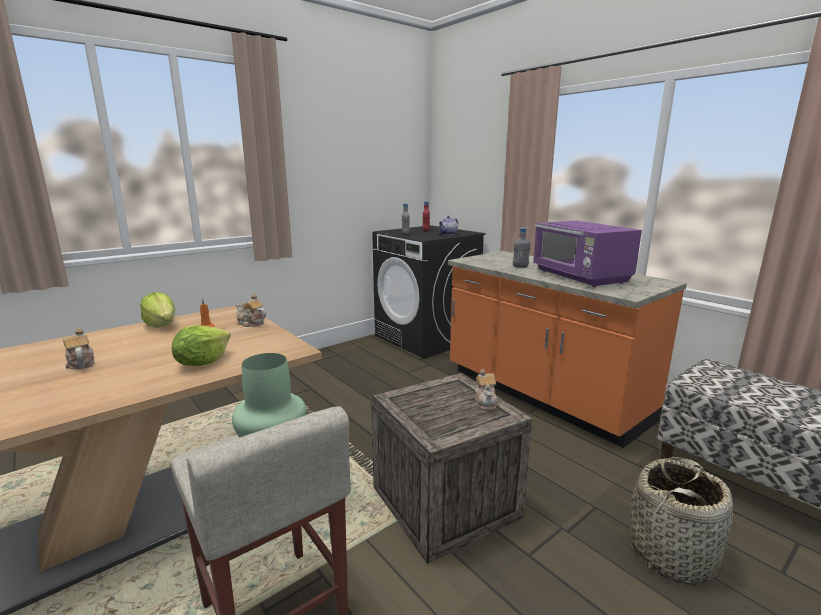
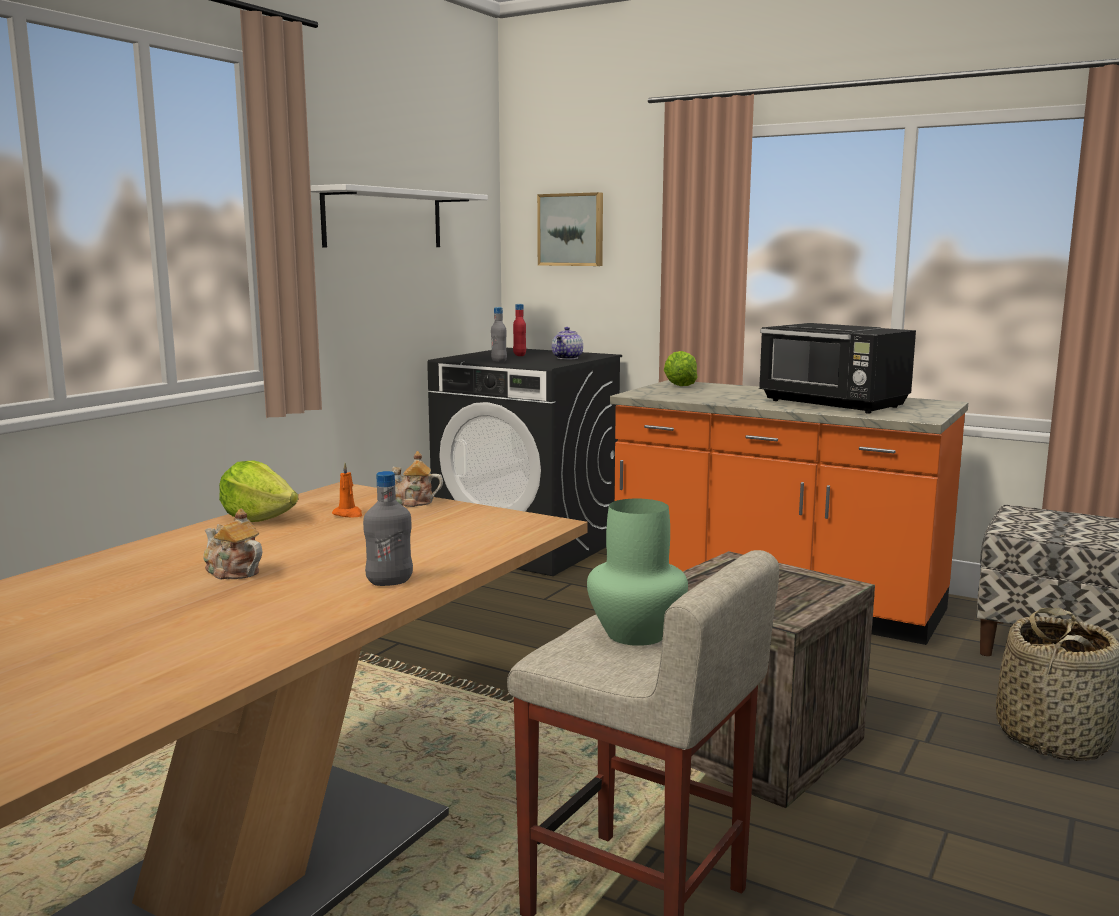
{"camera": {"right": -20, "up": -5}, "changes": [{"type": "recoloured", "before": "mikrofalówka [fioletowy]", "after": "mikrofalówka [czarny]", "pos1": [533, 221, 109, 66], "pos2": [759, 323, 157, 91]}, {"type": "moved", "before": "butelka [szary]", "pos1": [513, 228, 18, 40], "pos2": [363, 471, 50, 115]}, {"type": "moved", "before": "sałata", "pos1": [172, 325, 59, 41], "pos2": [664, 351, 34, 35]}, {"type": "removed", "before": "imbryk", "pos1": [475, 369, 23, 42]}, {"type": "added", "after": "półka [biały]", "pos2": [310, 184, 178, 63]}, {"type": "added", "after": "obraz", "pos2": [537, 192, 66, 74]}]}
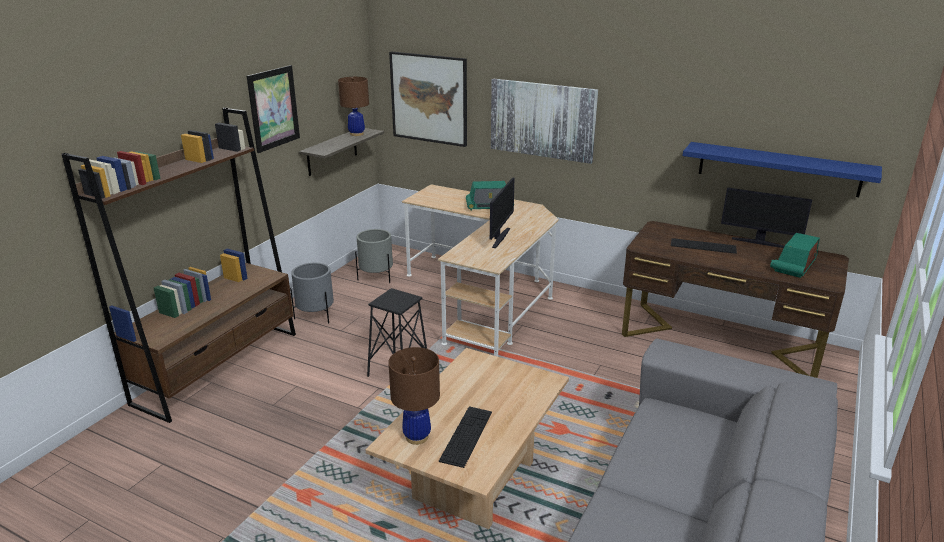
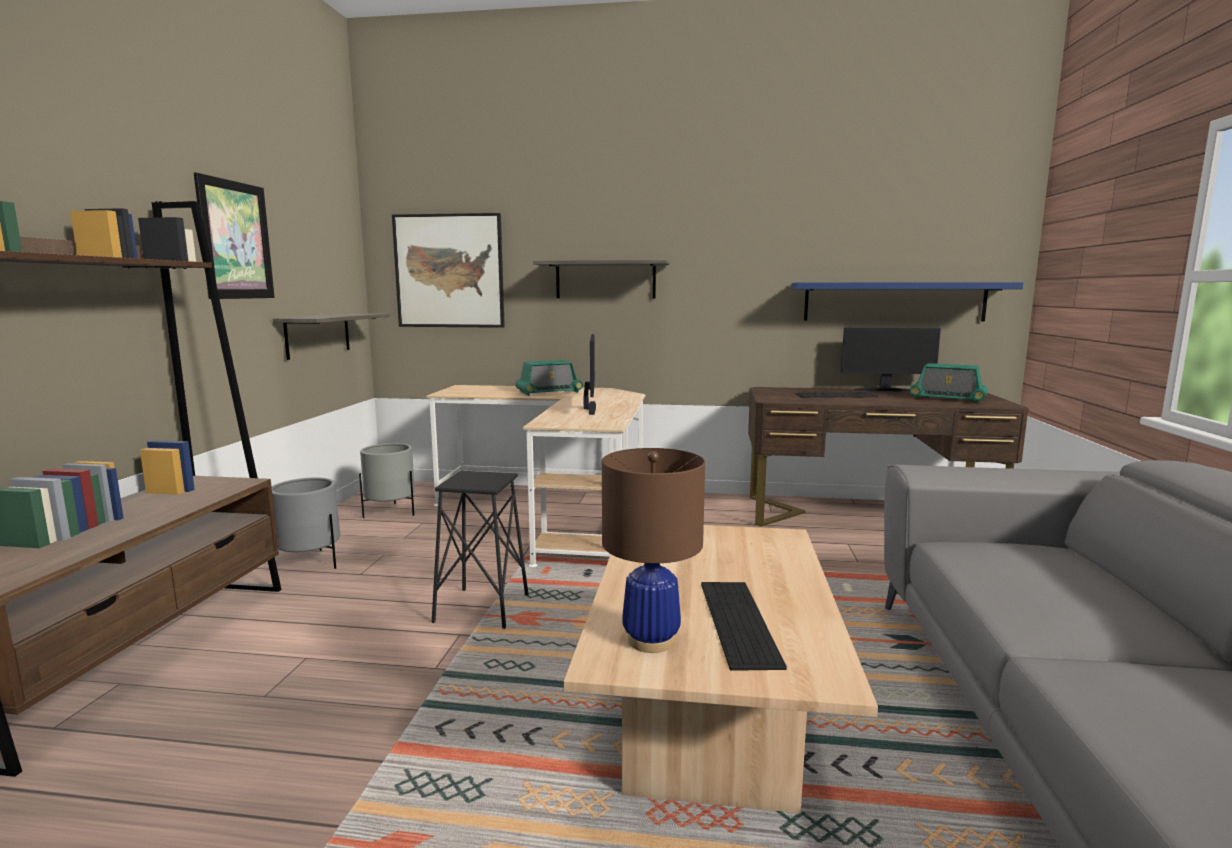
{"camera": {"right": -20, "up": -15}, "changes": [{"type": "removed", "before": "lampa stołowa [brązowy]", "pos1": [338, 77, 31, 59]}, {"type": "replaced", "before": "obraz", "after": "półka", "pos1": [491, 79, 107, 85], "pos2": [533, 260, 136, 38]}, {"type": "turned", "before": "radio", "pos1": [770, 233, 50, 45], "pos2": [910, 363, 78, 40], "turn": -75}]}
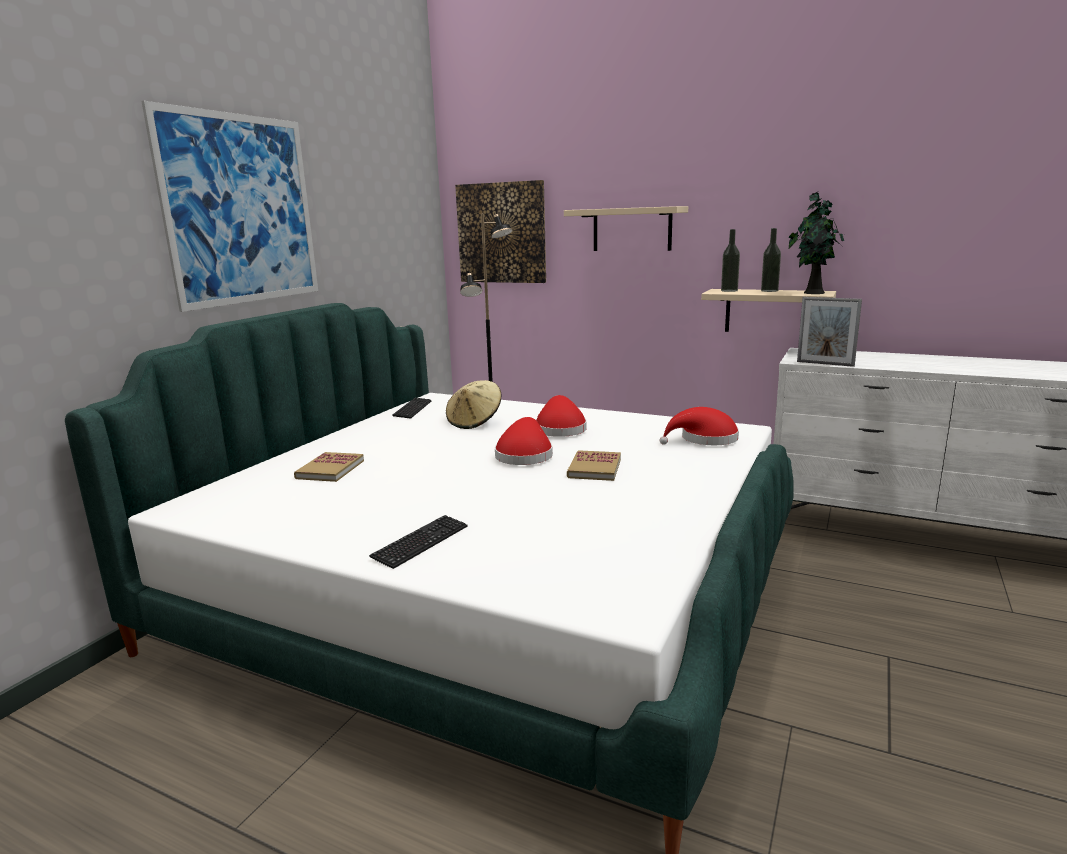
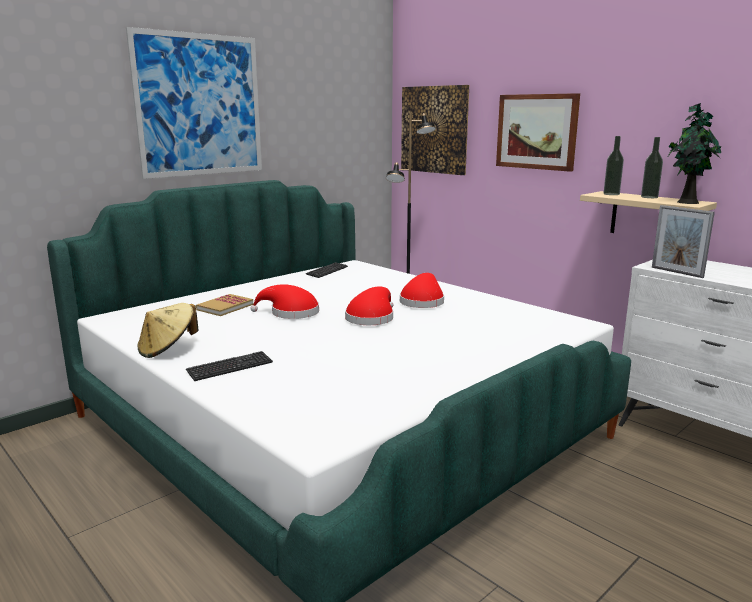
{"camera": {"right": 20, "up": 0}, "changes": [{"type": "replaced", "before": "półka [beżowy]", "after": "obraz", "pos1": [564, 206, 124, 45], "pos2": [496, 93, 84, 79]}, {"type": "moved", "before": "kapelusz [beżowy]", "pos1": [446, 380, 56, 49], "pos2": [138, 303, 61, 55]}, {"type": "moved", "before": "kapelusz [czerwony]", "pos1": [660, 407, 79, 38], "pos2": [251, 284, 68, 35]}, {"type": "removed", "before": "książka", "pos1": [567, 450, 54, 31]}]}
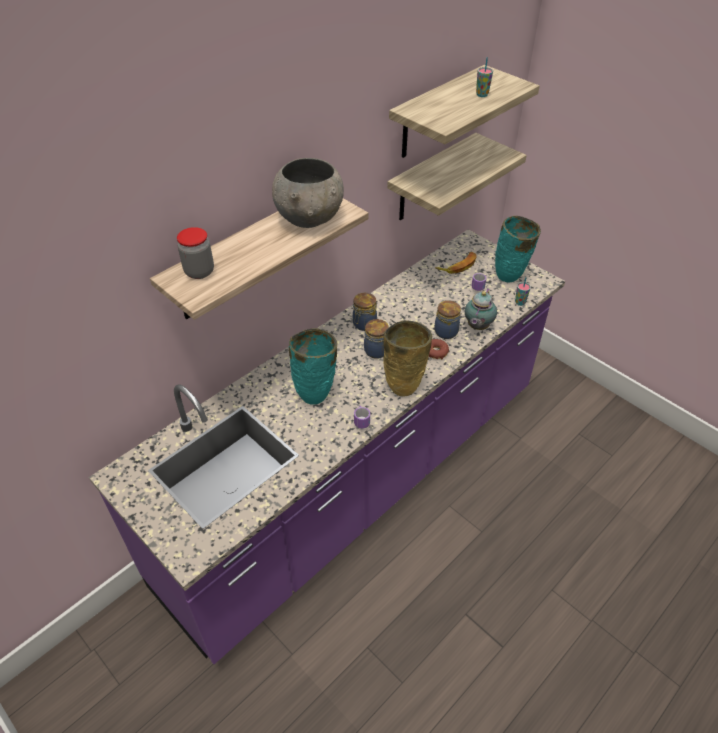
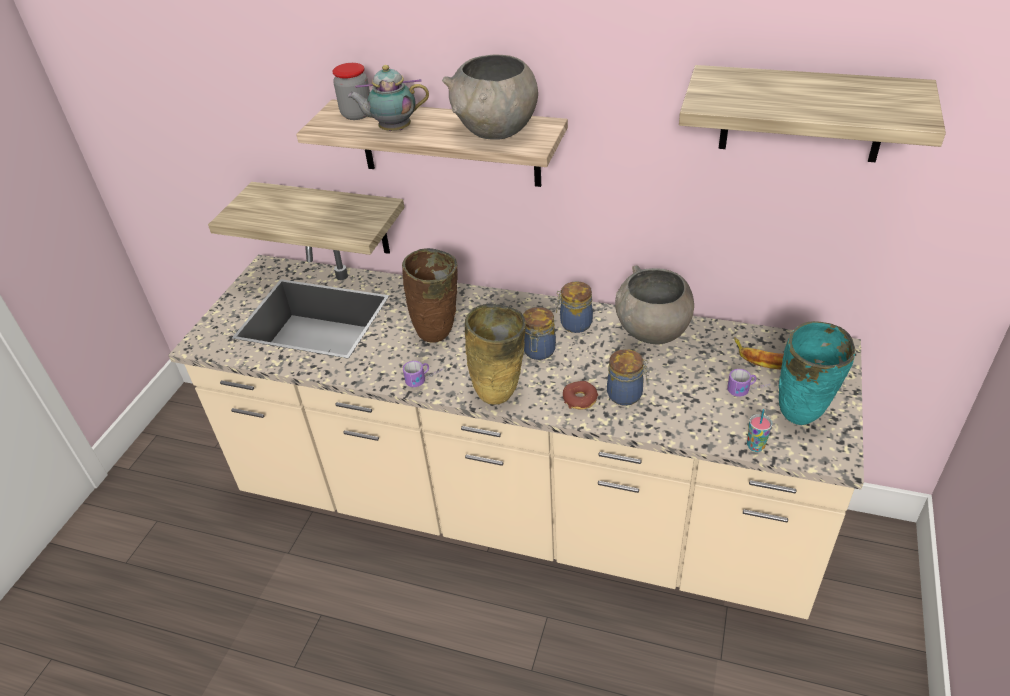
{"camera": {"right": 65, "up": -5}, "changes": [{"type": "removed", "before": "filiżanka", "pos1": [476, 57, 17, 40]}, {"type": "moved", "before": "półka", "pos1": [387, 133, 140, 87], "pos2": [208, 182, 196, 73]}, {"type": "recoloured", "before": "zabudowa kuchenna [fioletowy]", "after": "zabudowa kuchenna [beżowy]", "pos1": [89, 229, 476, 435], "pos2": [168, 246, 696, 373]}, {"type": "moved", "before": "imbryk", "pos1": [465, 288, 32, 42], "pos2": [347, 65, 82, 66]}, {"type": "recoloured", "before": "wazon [turkusowy]", "after": "wazon [brązowy]", "pos1": [289, 328, 48, 77], "pos2": [402, 248, 56, 95]}, {"type": "added", "after": "miska [szary]", "pos2": [615, 265, 79, 79]}]}
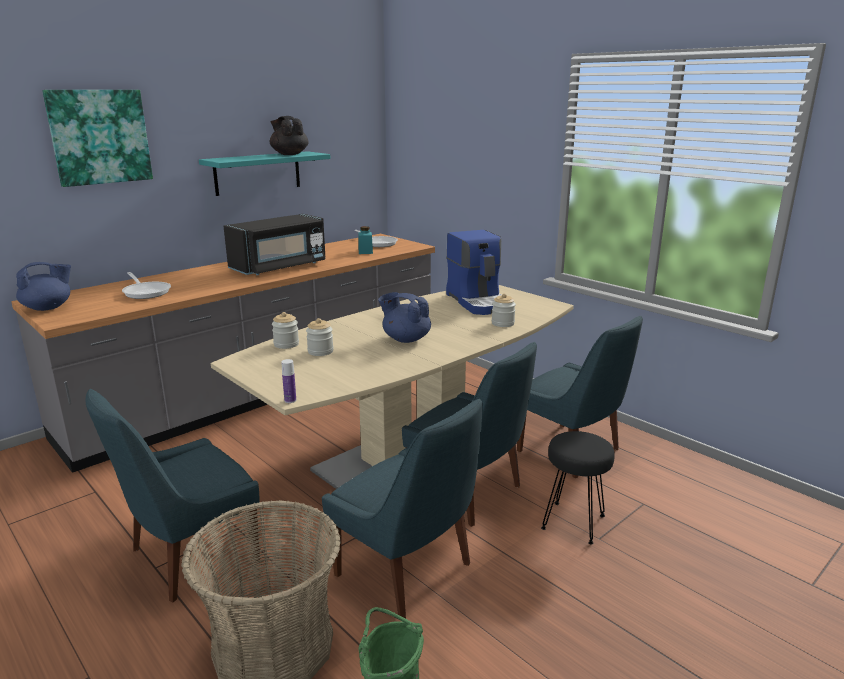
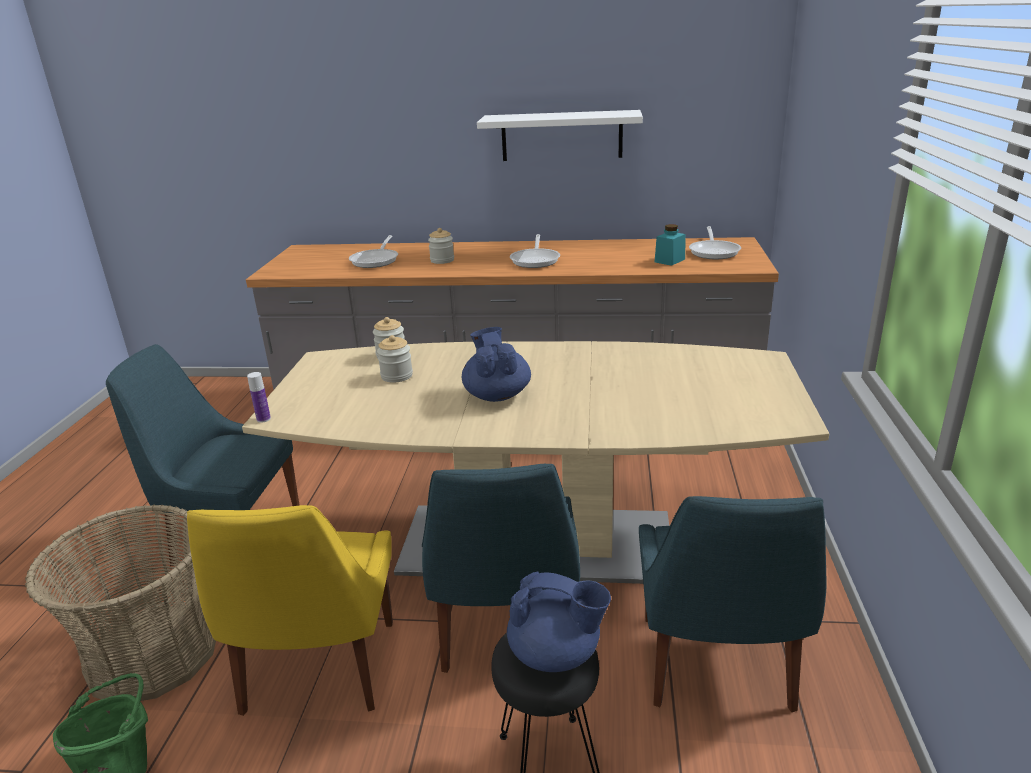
{"camera": {"right": 50, "up": 5}, "changes": [{"type": "removed", "before": "obraz", "pos1": [42, 90, 111, 97]}, {"type": "removed", "before": "imbryk [czarny]", "pos1": [270, 116, 39, 39]}, {"type": "recoloured", "before": "półka [turkusowy]", "after": "półka [biały]", "pos1": [199, 151, 132, 45], "pos2": [477, 110, 166, 51]}, {"type": "replaced", "before": "mikrofalówka [czarny]", "after": "patelnia", "pos1": [224, 214, 102, 61], "pos2": [510, 234, 50, 34]}, {"type": "removed", "before": "ekspres do kawy", "pos1": [446, 230, 55, 85]}, {"type": "moved", "before": "imbryk [niebieski]", "pos1": [16, 262, 55, 49], "pos2": [507, 571, 104, 101]}, {"type": "moved", "before": "słoik", "pos1": [492, 293, 24, 34], "pos2": [428, 228, 26, 36]}, {"type": "recoloured", "before": "krzesło [niebieski]", "after": "krzesło [żółty]", "pos1": [322, 399, 161, 220], "pos2": [187, 505, 206, 211]}]}
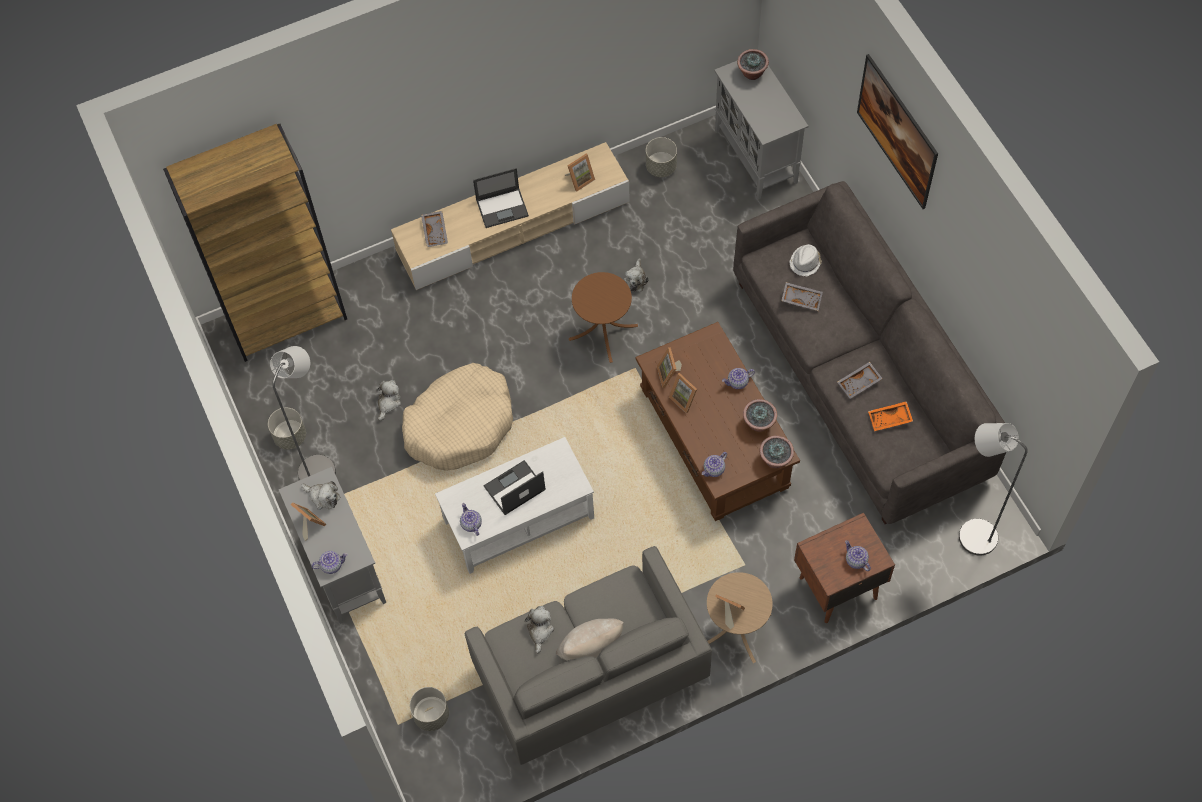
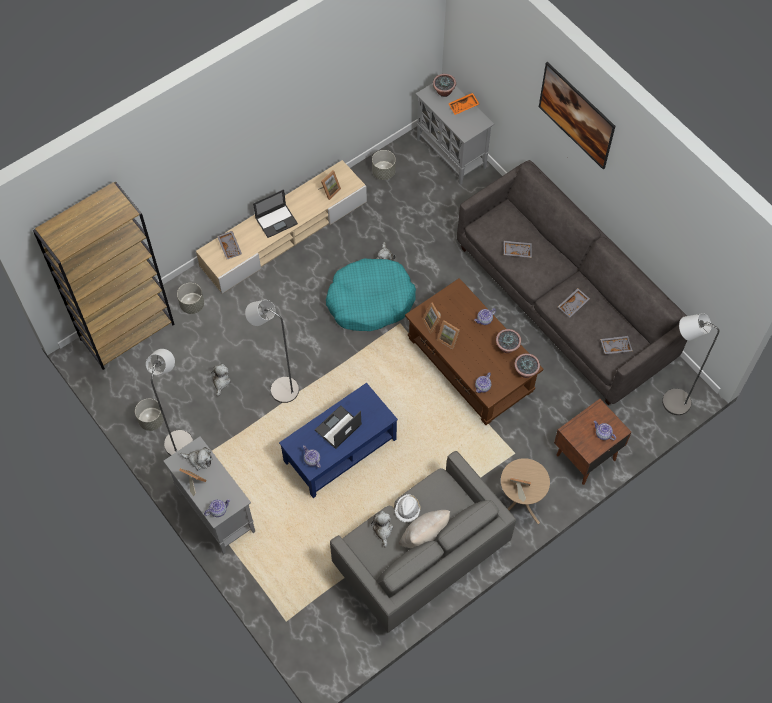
{"camera": {"right": -15, "up": 0}, "changes": [{"type": "moved", "before": "kapelusz [biały]", "pos1": [789, 244, 33, 32], "pos2": [395, 494, 26, 28]}, {"type": "replaced", "before": "stolik [brązowy]", "after": "legowisko [turkusowy]", "pos1": [569, 272, 69, 91], "pos2": [326, 258, 90, 73]}, {"type": "replaced", "before": "legowisko [beżowy]", "after": "lampa stojąca [szary]", "pos1": [402, 363, 111, 108], "pos2": [245, 300, 54, 103]}, {"type": "moved", "before": "taca [pomarańczowy]", "pos1": [868, 401, 45, 30], "pos2": [448, 93, 31, 22]}, {"type": "recoloured", "before": "ława [biały]", "after": "ława [niebieski]", "pos1": [435, 437, 159, 137], "pos2": [279, 383, 119, 115]}, {"type": "moved", "before": "donica [szary]", "pos1": [410, 687, 39, 44], "pos2": [177, 283, 27, 31]}, {"type": "added", "after": "taca [szary]", "pos2": [600, 336, 33, 18]}]}
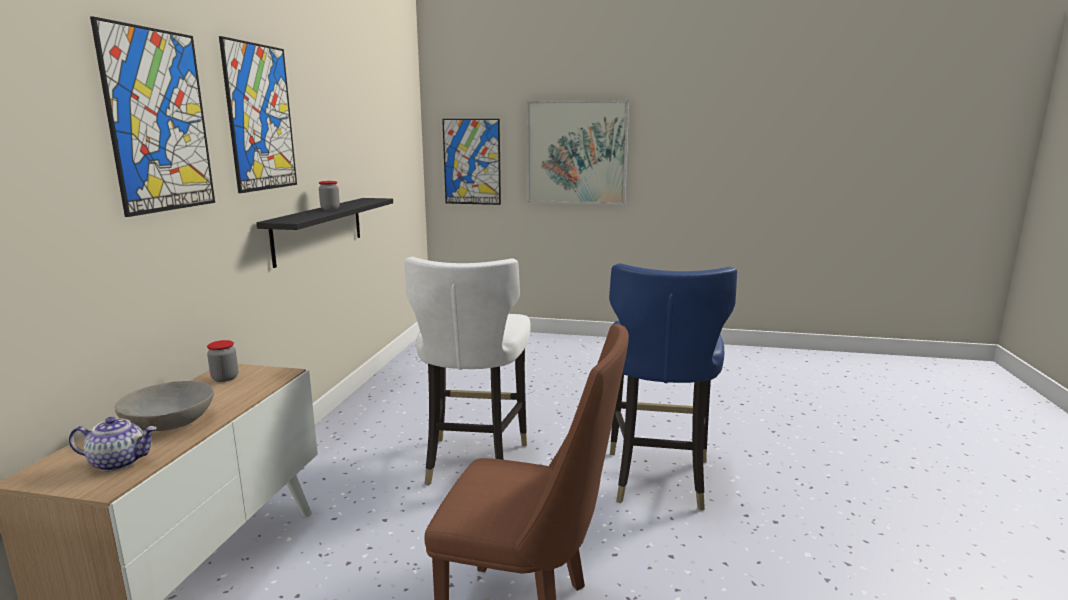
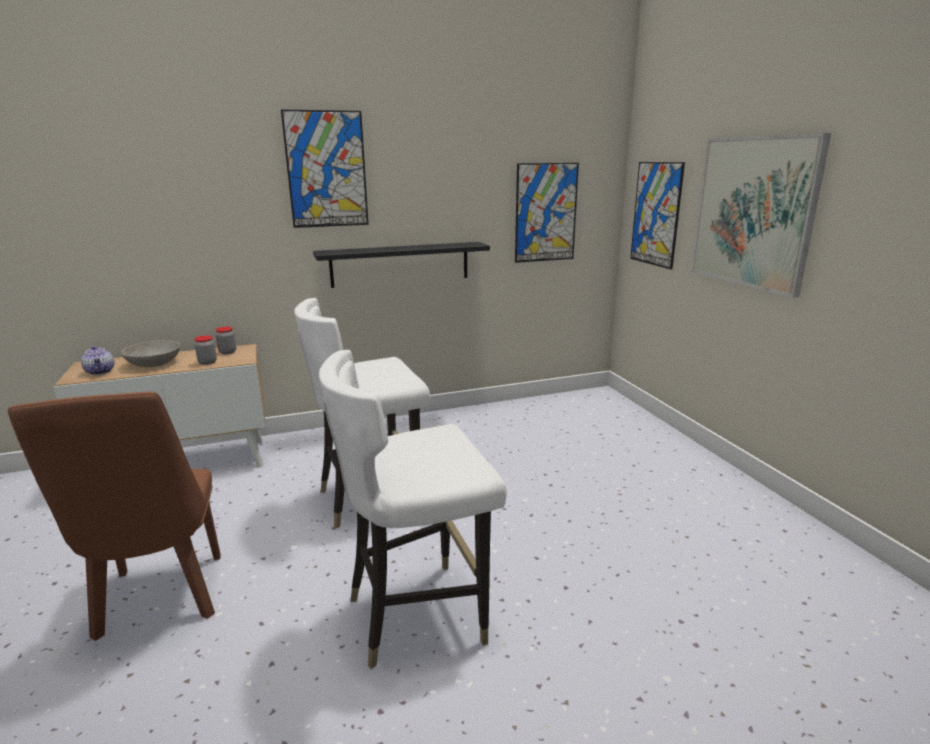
{"camera": {"right": 60, "up": 5}, "changes": [{"type": "moved", "before": "obraz", "pos1": [90, 16, 125, 201], "pos2": [515, 163, 64, 100]}, {"type": "moved", "before": "słoik", "pos1": [319, 181, 21, 29], "pos2": [194, 336, 23, 29]}, {"type": "recoloured", "before": "krzesło [niebieski]", "after": "krzesło [biały]", "pos1": [609, 263, 128, 248], "pos2": [319, 350, 188, 319]}]}
